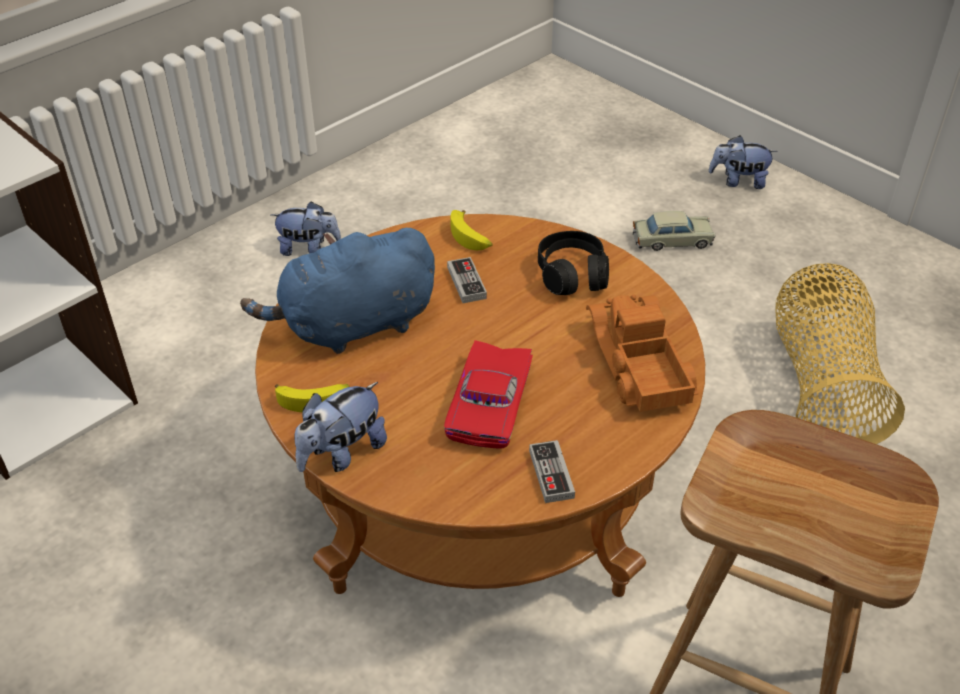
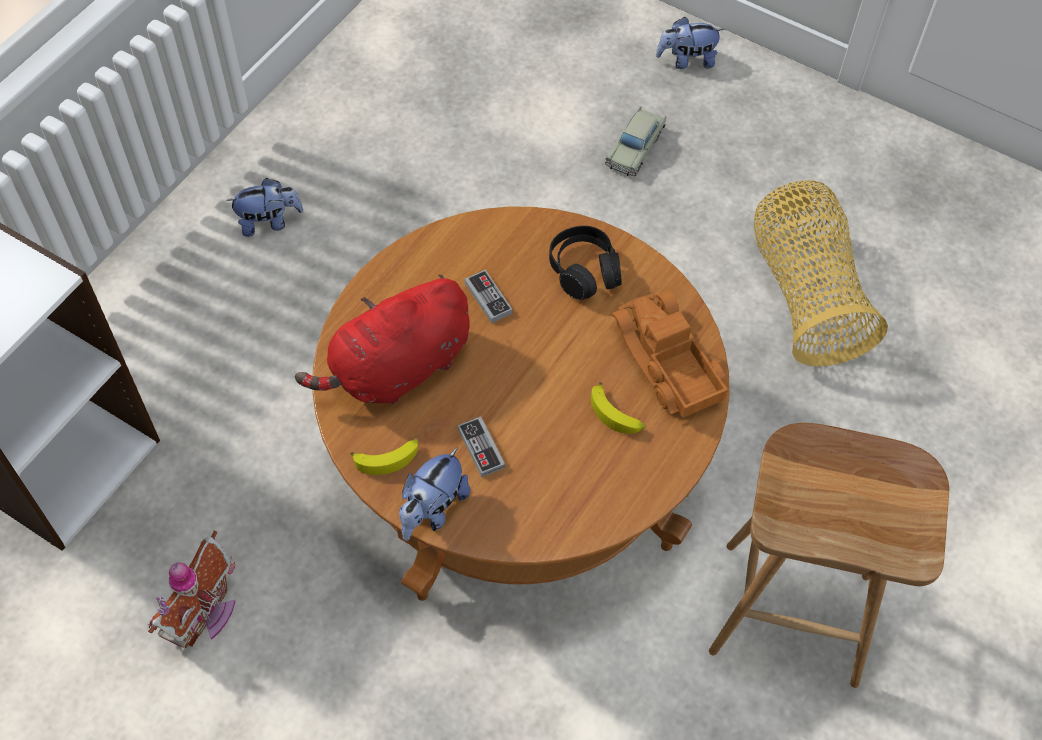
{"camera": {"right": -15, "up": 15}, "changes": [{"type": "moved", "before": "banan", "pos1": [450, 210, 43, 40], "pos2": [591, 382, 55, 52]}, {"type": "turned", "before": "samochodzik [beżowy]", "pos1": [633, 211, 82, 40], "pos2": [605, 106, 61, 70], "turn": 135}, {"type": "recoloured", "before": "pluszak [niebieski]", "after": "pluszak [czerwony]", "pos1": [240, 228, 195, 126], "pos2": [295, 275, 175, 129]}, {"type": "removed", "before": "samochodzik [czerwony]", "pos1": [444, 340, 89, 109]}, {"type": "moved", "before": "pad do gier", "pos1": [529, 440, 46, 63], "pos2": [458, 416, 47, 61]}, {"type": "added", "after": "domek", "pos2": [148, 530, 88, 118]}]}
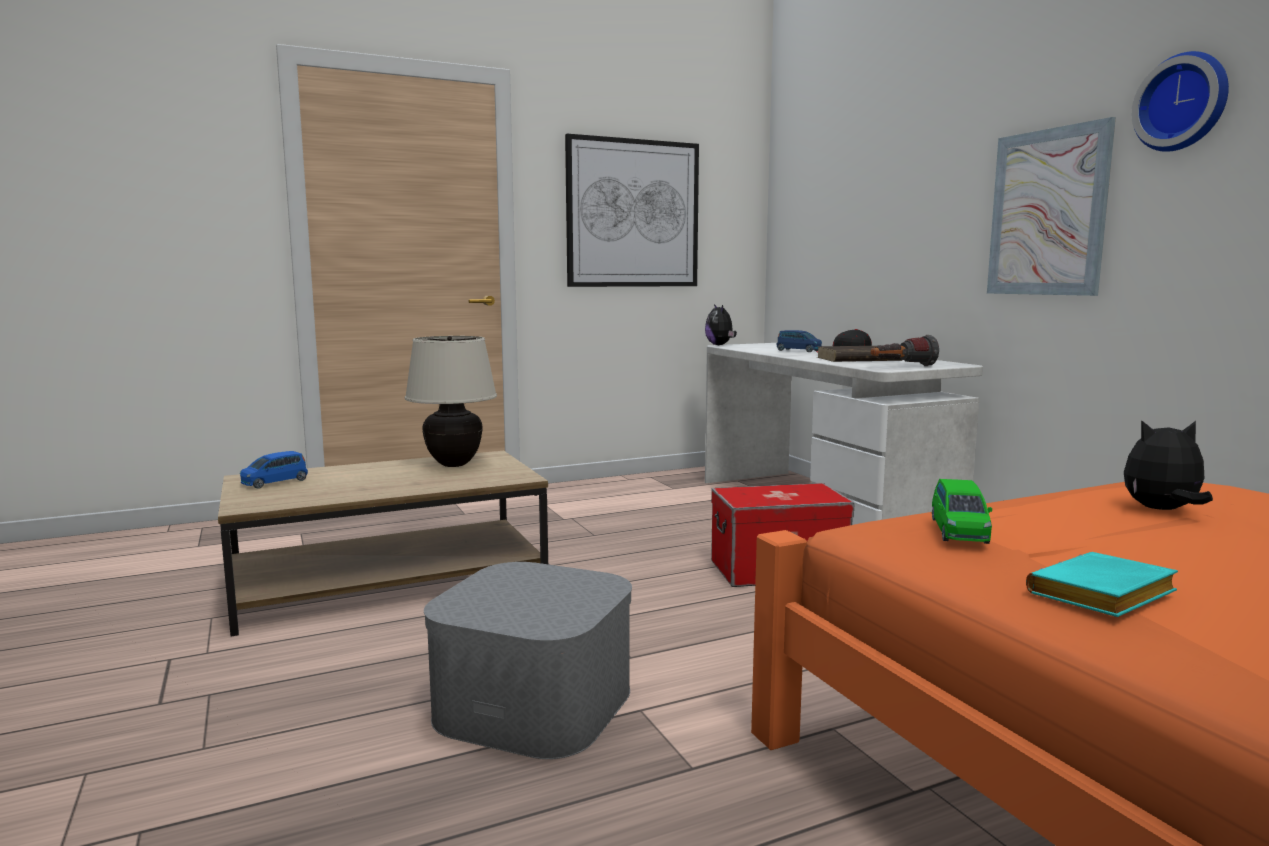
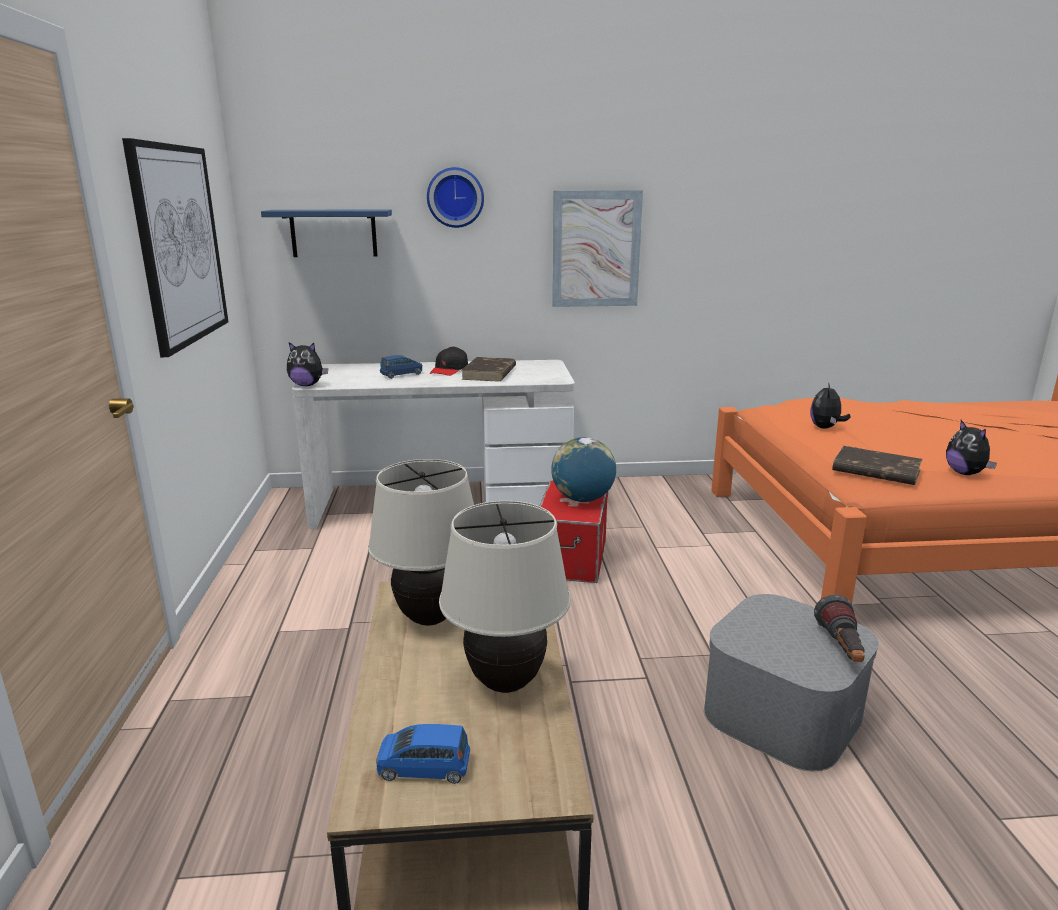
{"camera": {"right": -70, "up": 10}, "changes": [{"type": "moved", "before": "zegar ścienny", "pos1": [1131, 51, 98, 101], "pos2": [427, 167, 57, 61]}, {"type": "moved", "before": "latarka", "pos1": [870, 335, 69, 31], "pos2": [814, 595, 51, 67]}, {"type": "turned", "before": "samochodzik [niebieski]", "pos1": [240, 451, 68, 38], "pos2": [376, 724, 94, 60], "turn": 120}, {"type": "replaced", "before": "samochodzik [zielony]", "after": "książka [brązowy]", "pos1": [932, 479, 60, 65], "pos2": [832, 446, 90, 39]}, {"type": "replaced", "before": "książka [turkusowy]", "after": "pluszak", "pos1": [1026, 552, 152, 65], "pos2": [946, 420, 51, 55]}, {"type": "added", "after": "półka [niebieski]", "pos2": [261, 209, 131, 48]}, {"type": "added", "after": "globus", "pos2": [551, 437, 65, 65]}, {"type": "added", "after": "lampa stołowa [beżowy]", "pos2": [439, 501, 132, 192]}]}
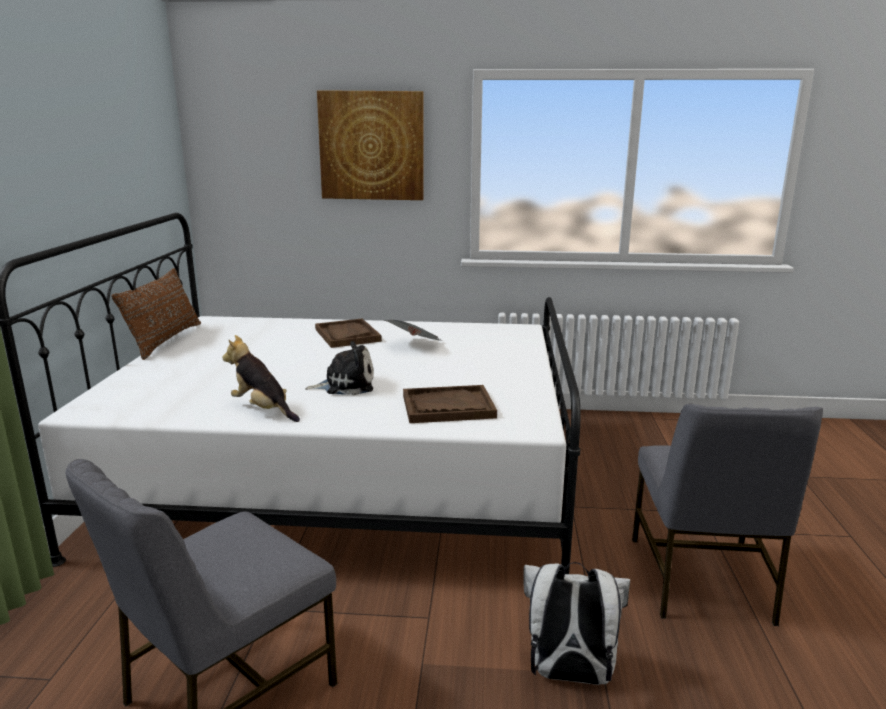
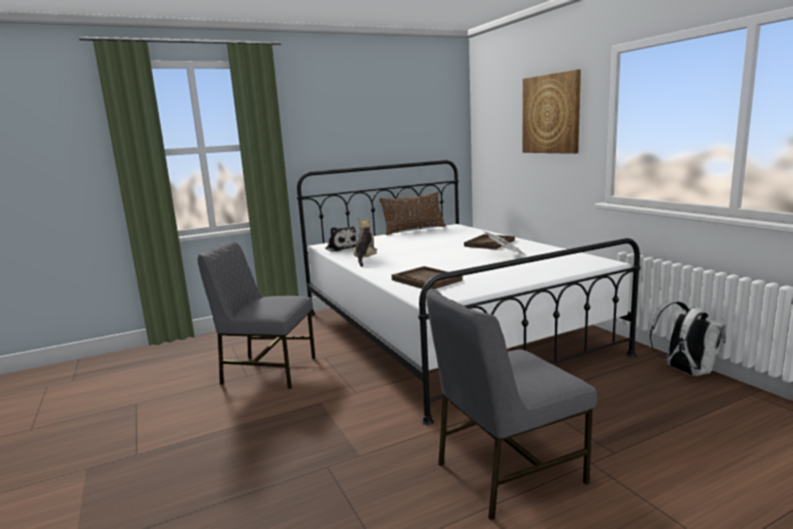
{"camera": {"right": 60, "up": -5}, "changes": [{"type": "moved", "before": "pluszak", "pos1": [305, 341, 69, 54], "pos2": [325, 227, 32, 25]}, {"type": "moved", "before": "plecak [biały]", "pos1": [523, 562, 107, 123], "pos2": [650, 301, 76, 75]}]}
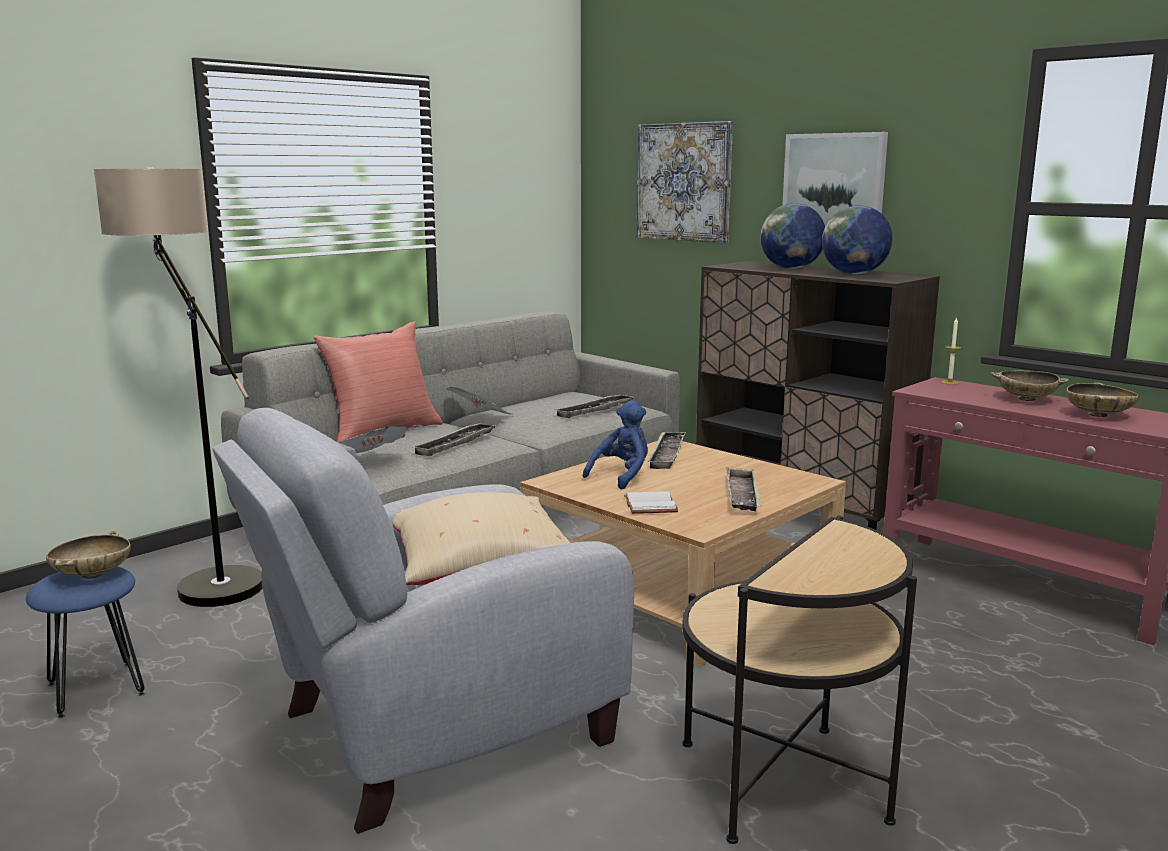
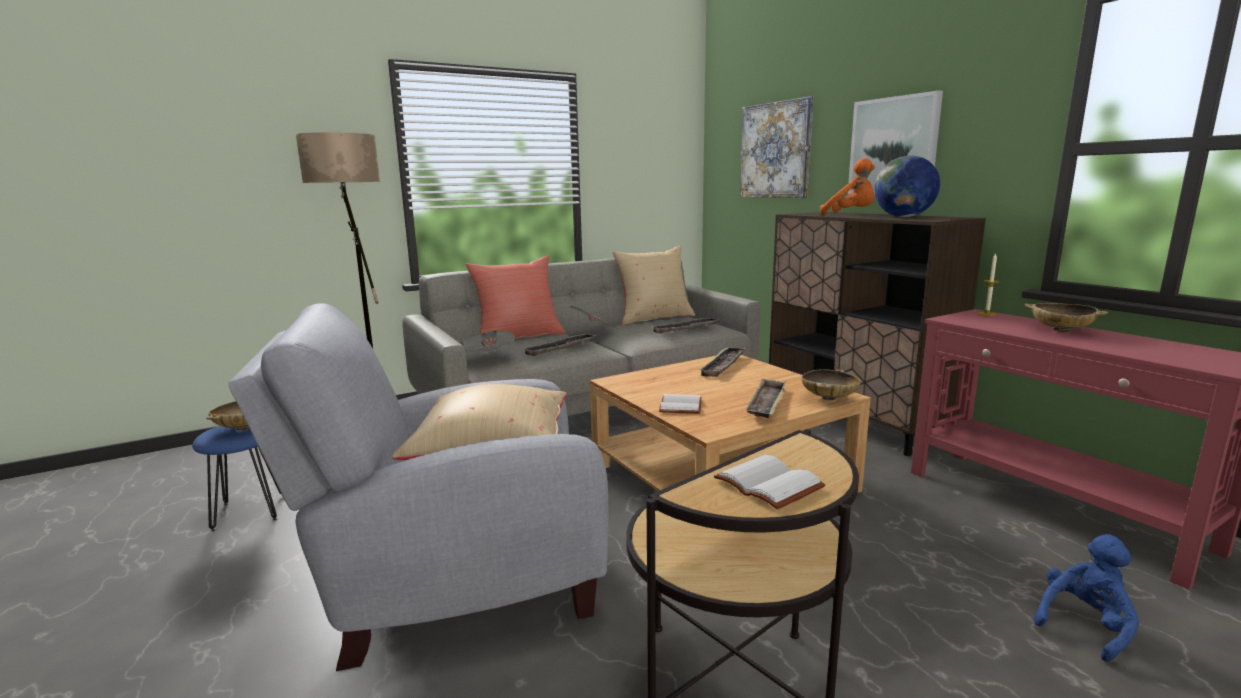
{"camera": {"right": 15, "up": 0}, "changes": [{"type": "replaced", "before": "globus", "after": "pluszak [pomarańczowy]", "pos1": [760, 203, 65, 66], "pos2": [820, 158, 55, 57]}, {"type": "moved", "before": "miska [beżowy]", "pos1": [1066, 382, 73, 35], "pos2": [801, 369, 59, 32]}, {"type": "moved", "before": "pluszak [niebieski]", "pos1": [583, 400, 65, 90], "pos2": [1034, 534, 105, 128]}, {"type": "added", "after": "poduszka [beżowy]", "pos2": [612, 246, 83, 79]}, {"type": "added", "after": "książka [biały]", "pos2": [714, 455, 111, 54]}]}
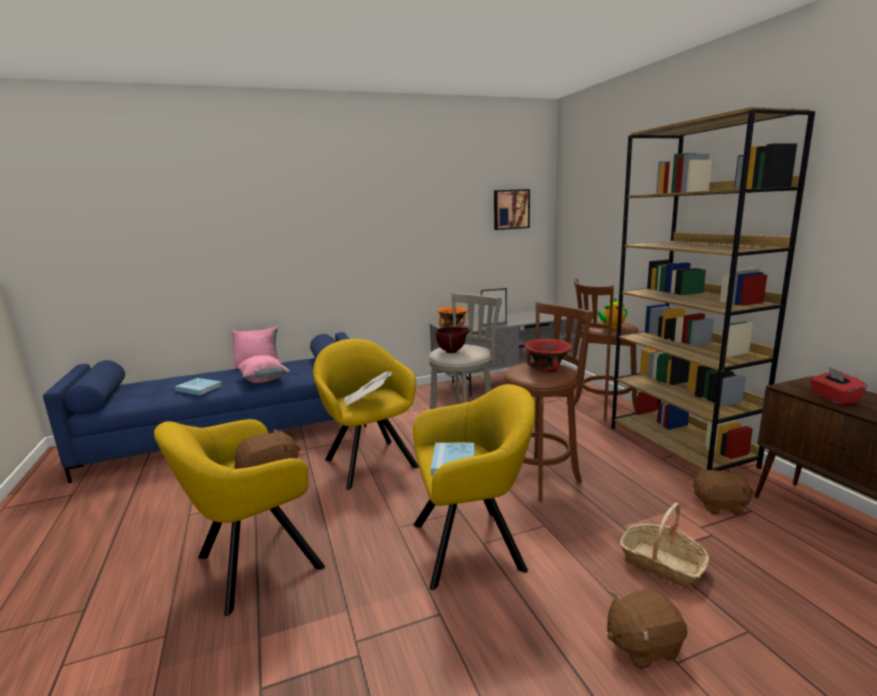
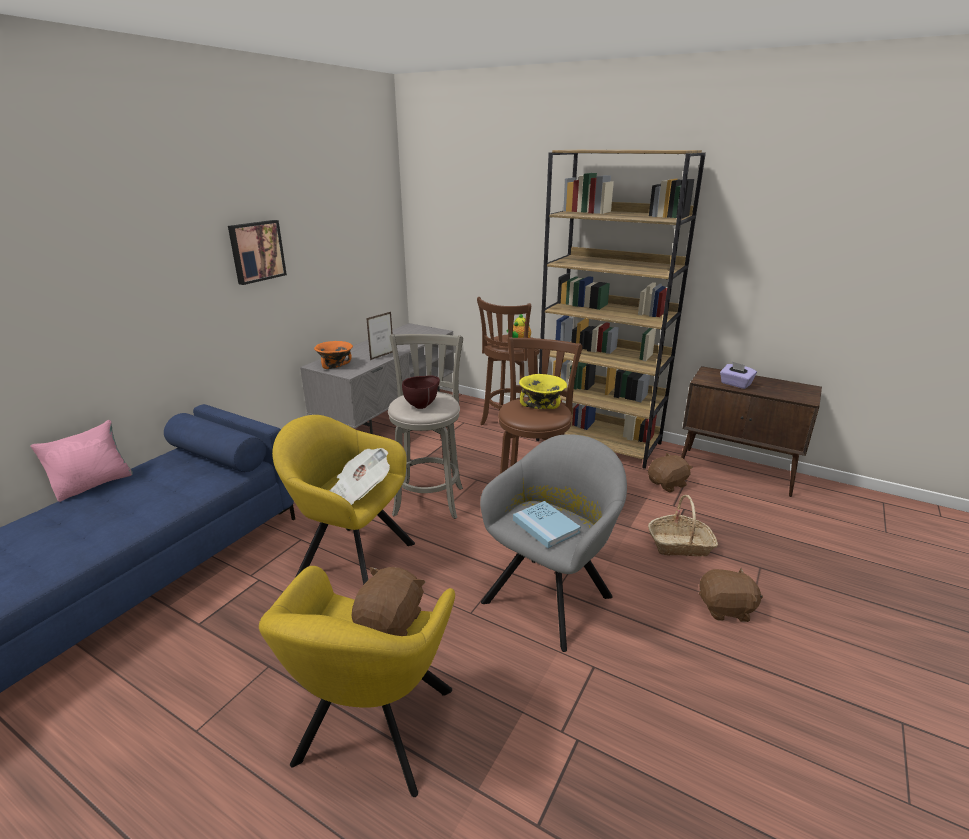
{"camera": {"right": -40, "up": 10}, "changes": [{"type": "moved", "before": "obraz", "pos1": [494, 189, 36, 41], "pos2": [228, 220, 59, 65]}, {"type": "recoloured", "before": "miska [czerwony]", "after": "miska [żółty]", "pos1": [524, 339, 48, 33], "pos2": [519, 374, 48, 35]}, {"type": "removed", "before": "poduszka [różowy]", "pos1": [237, 355, 53, 28]}, {"type": "recoloured", "before": "pudełko chusteczek [czerwony]", "after": "pudełko chusteczek [fioletowy]", "pos1": [810, 367, 57, 38], "pos2": [720, 362, 37, 27]}, {"type": "removed", "before": "książka [niebieski]", "pos1": [175, 378, 48, 17]}, {"type": "recoloured", "before": "fotel [żółty]", "after": "fotel [szary]", "pos1": [413, 384, 122, 206], "pos2": [480, 434, 147, 218]}, {"type": "turned", "before": "pluszak [brązowy]", "pos1": [607, 589, 81, 80], "pos2": [699, 568, 64, 54], "turn": -120}]}
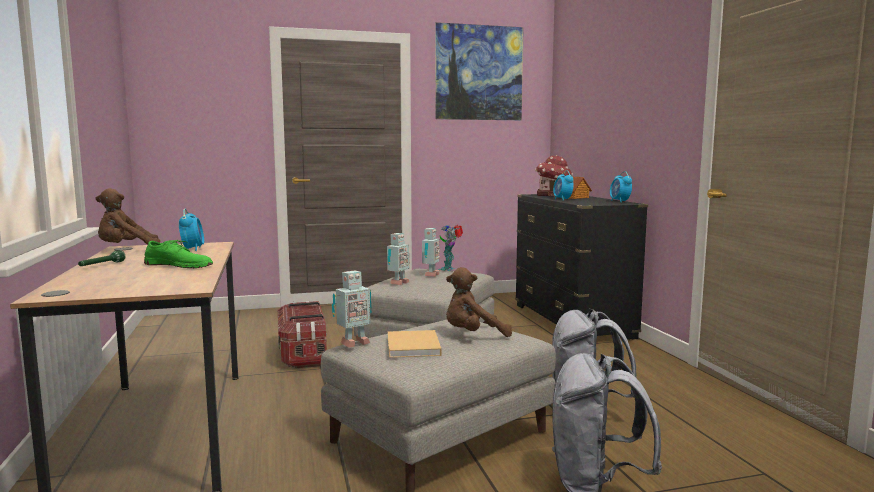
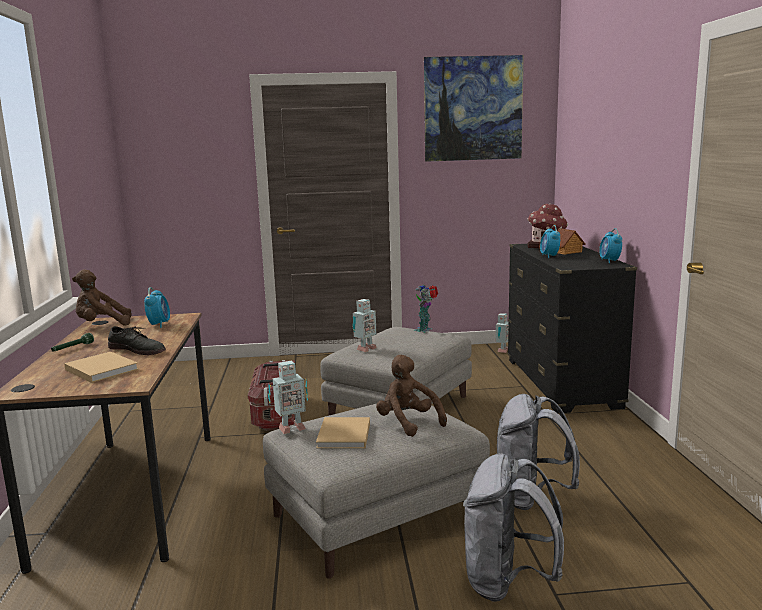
{"camera": {"right": 10, "up": 5}, "changes": [{"type": "moved", "before": "robot zabawkowy", "pos1": [422, 228, 18, 49], "pos2": [496, 313, 13, 40]}, {"type": "recoloured", "before": "but [zielony]", "after": "but [szary]", "pos1": [144, 240, 69, 28], "pos2": [108, 326, 58, 29]}, {"type": "turned", "before": "pluszak [brązowy]", "pos1": [446, 267, 66, 70], "pos2": [376, 355, 71, 82], "turn": 60}, {"type": "added", "after": "książka [beżowy]", "pos2": [64, 352, 74, 31]}]}
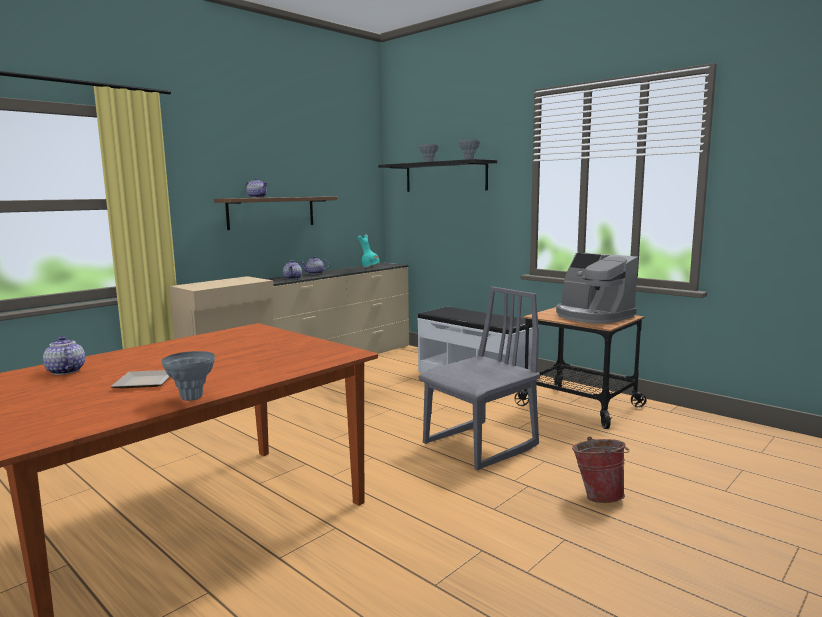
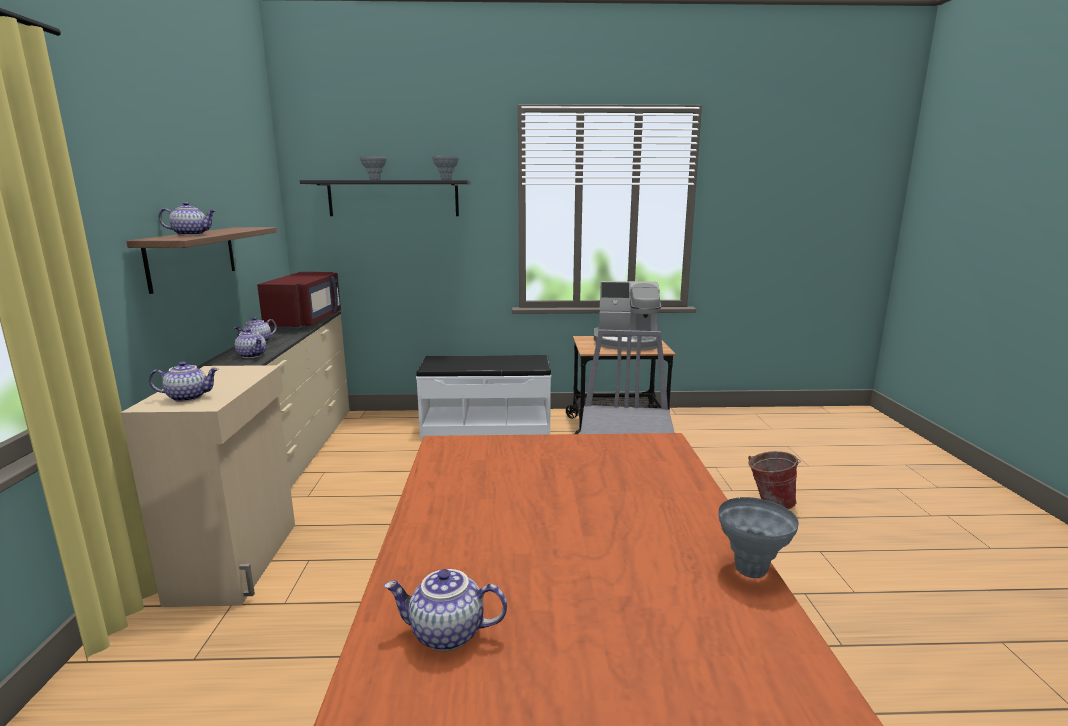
{"camera": {"right": -45, "up": 5}, "changes": [{"type": "replaced", "before": "wazon [turkusowy]", "after": "mikrofalówka [czerwony]", "pos1": [357, 235, 23, 33], "pos2": [257, 272, 84, 57]}, {"type": "removed", "before": "talerz", "pos1": [110, 370, 60, 18]}, {"type": "added", "after": "imbryk", "pos2": [149, 361, 70, 41]}]}
